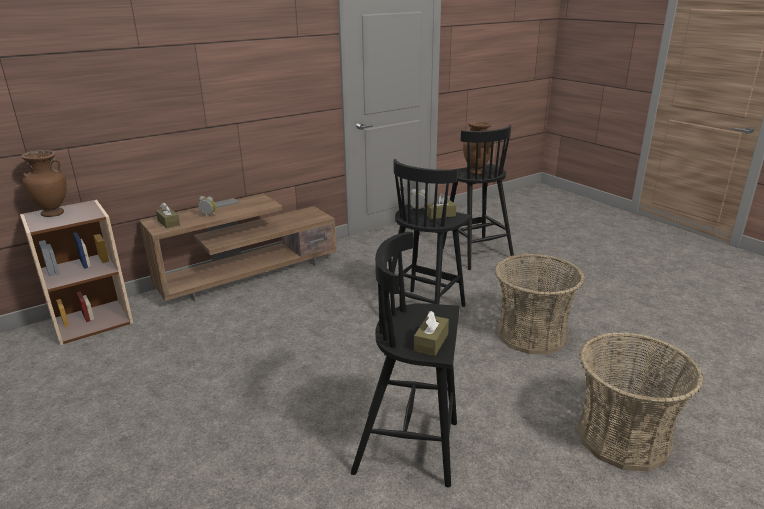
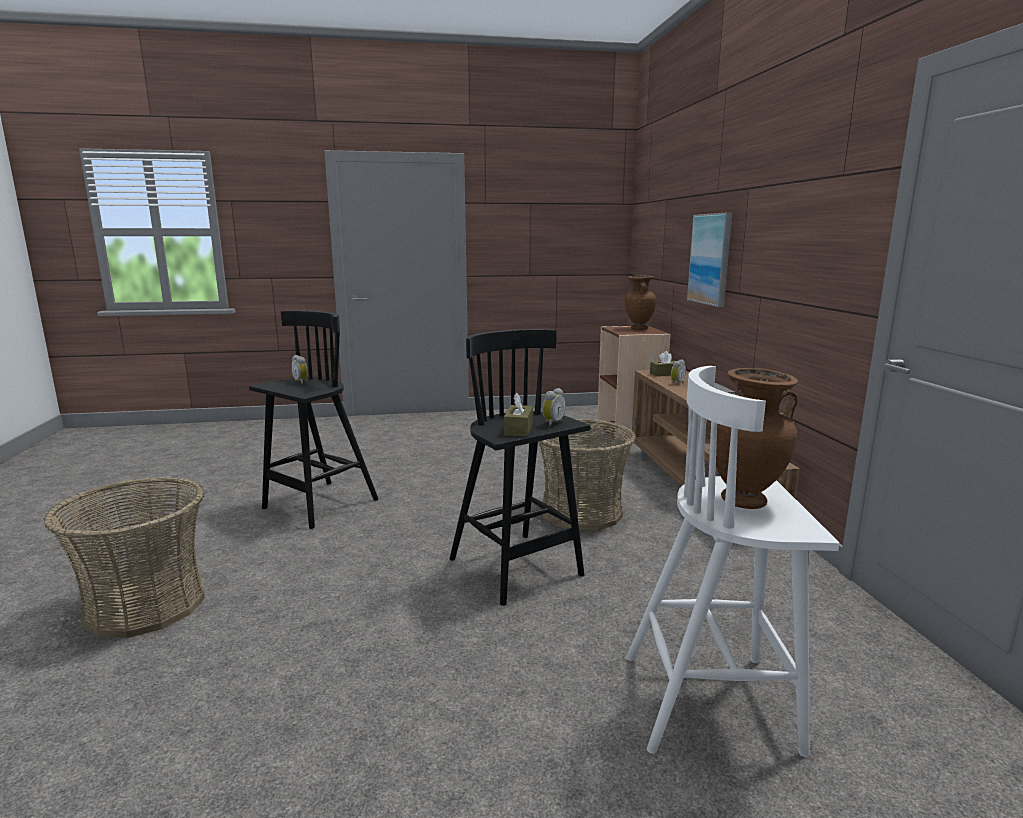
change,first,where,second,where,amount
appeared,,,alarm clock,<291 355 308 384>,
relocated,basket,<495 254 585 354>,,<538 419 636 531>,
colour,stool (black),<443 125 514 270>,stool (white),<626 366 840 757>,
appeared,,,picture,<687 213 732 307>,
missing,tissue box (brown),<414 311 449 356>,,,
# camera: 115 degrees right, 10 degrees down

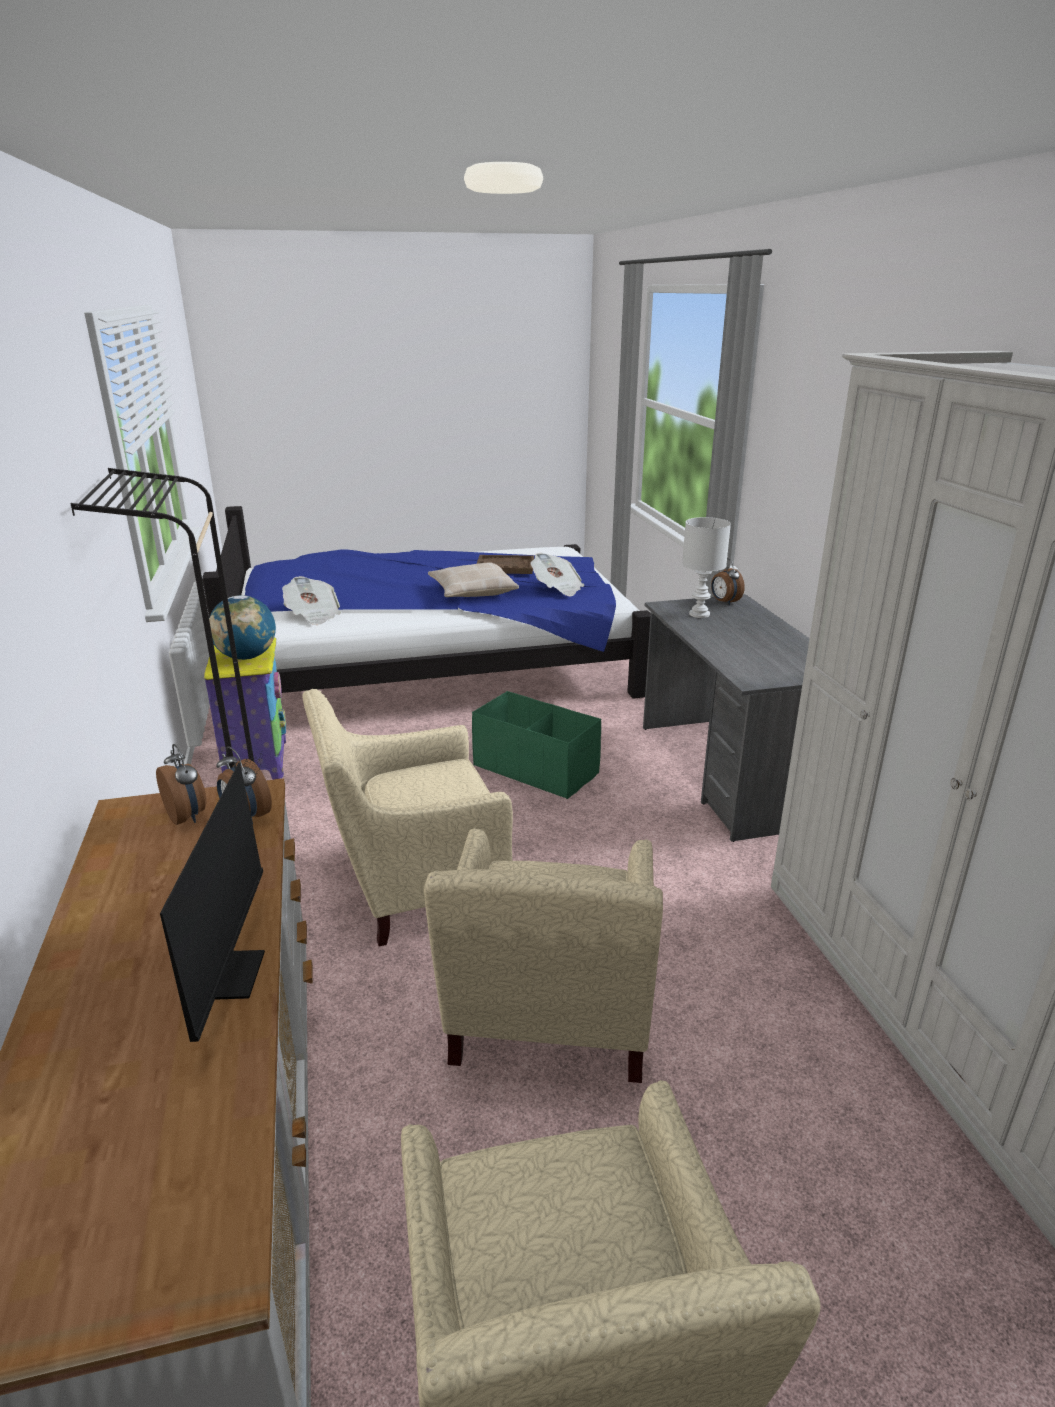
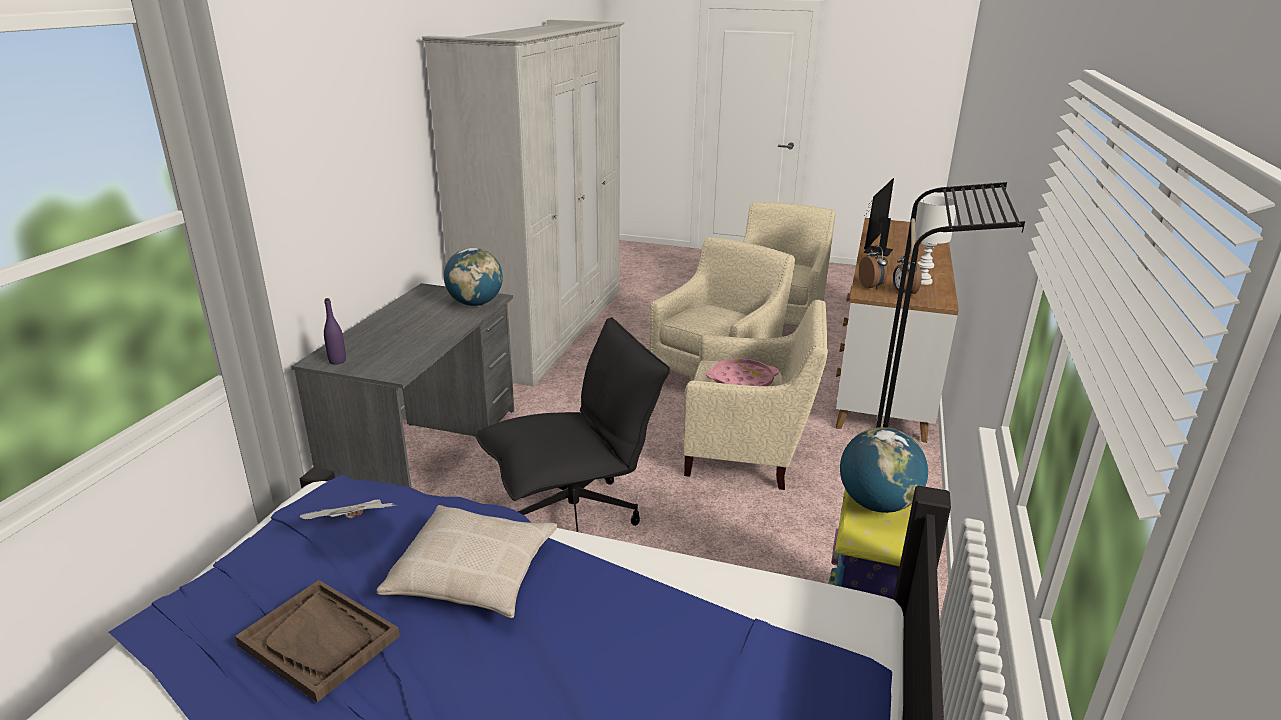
change,first,where,second,where,amount
exchanged,alarm clock,<711 558 745 605>,bottle (purple),<324 298 346 364>,
appeared,,,globe,<444 248 503 306>,
exchanged,storage box (green),<472 691 602 799>,office chair (black),<475 317 670 532>,
appeared,,,tray (pink),<706 358 779 386>,
relocated,table lamp (white),<682 517 731 618>,,<915 195 958 285>,
missing,newspaper,<282 576 341 625>,,,
# camera: 150 degrees left, 0 degrees up

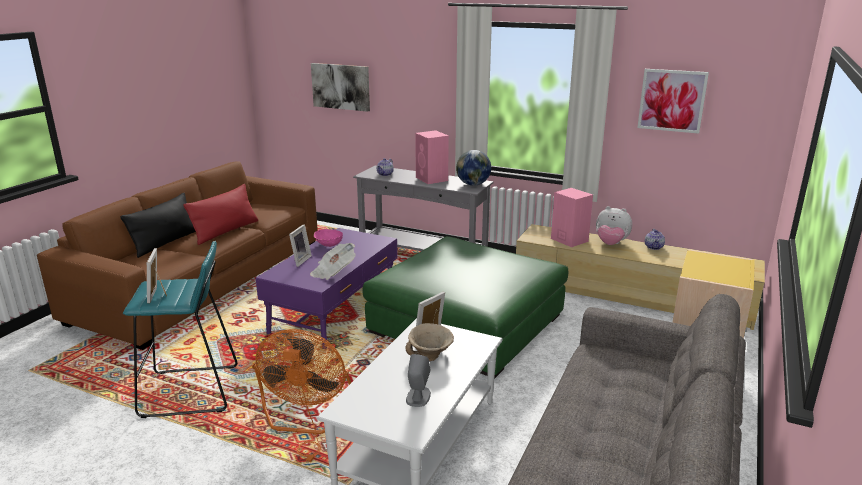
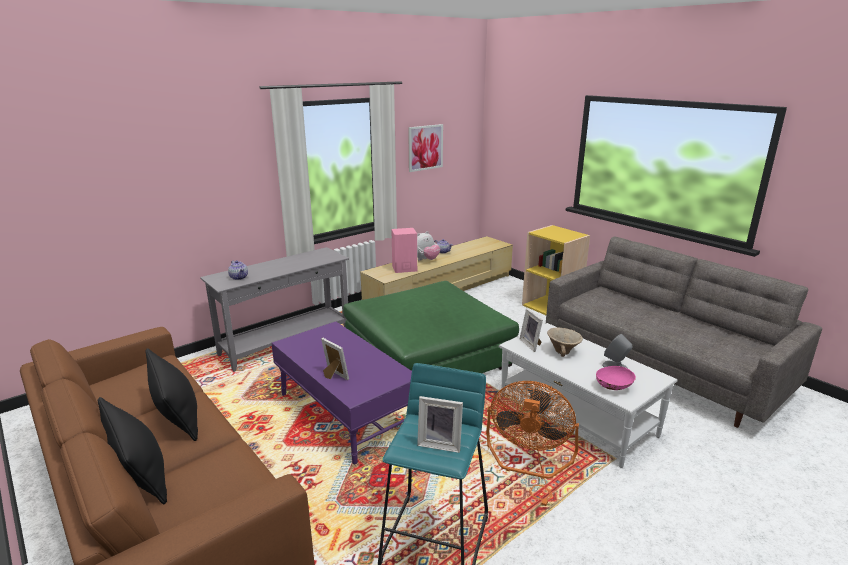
change,first,where,second,where,amount
colour,pillow (red),<184 184 258 245>,pillow (black),<145 348 198 441>,
spun,fan (orange),<252 329 351 462>,,<486 381 579 507>,75 degrees clockwise
relocated,bowl (pink),<314 229 343 247>,,<596 366 636 390>,
missing,newspaper,<310 243 356 280>,,,
missing,picture,<311 63 370 112>,,,
missing,speaker (pink),<415 130 449 184>,,,
missing,globe,<456 150 491 186>,,,
# camera: 65 degrees left, 0 degrees up

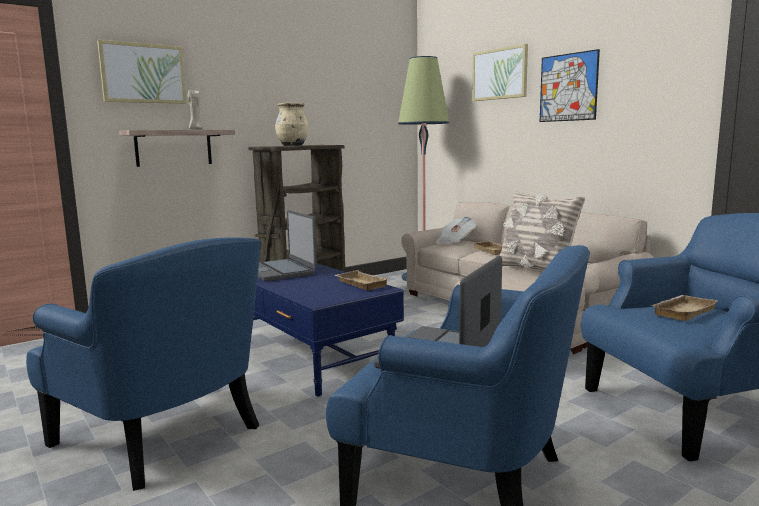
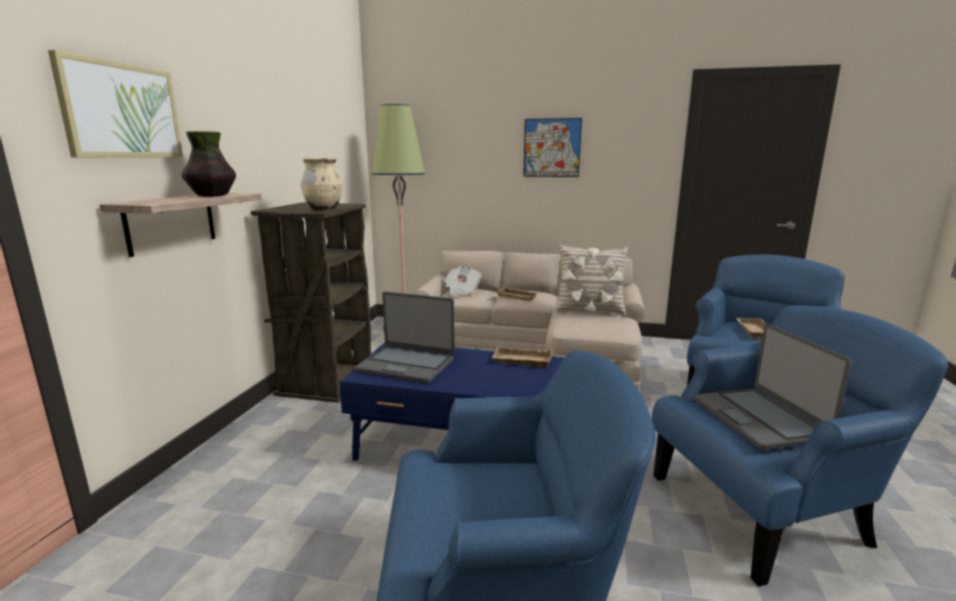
change,first,where,second,where,amount
exchanged,candle (beige),<188 89 203 130>,vase,<182 131 236 197>,
missing,picture,<472 44 528 101>,,,
# camera: 40 degrees left, 5 degrees up

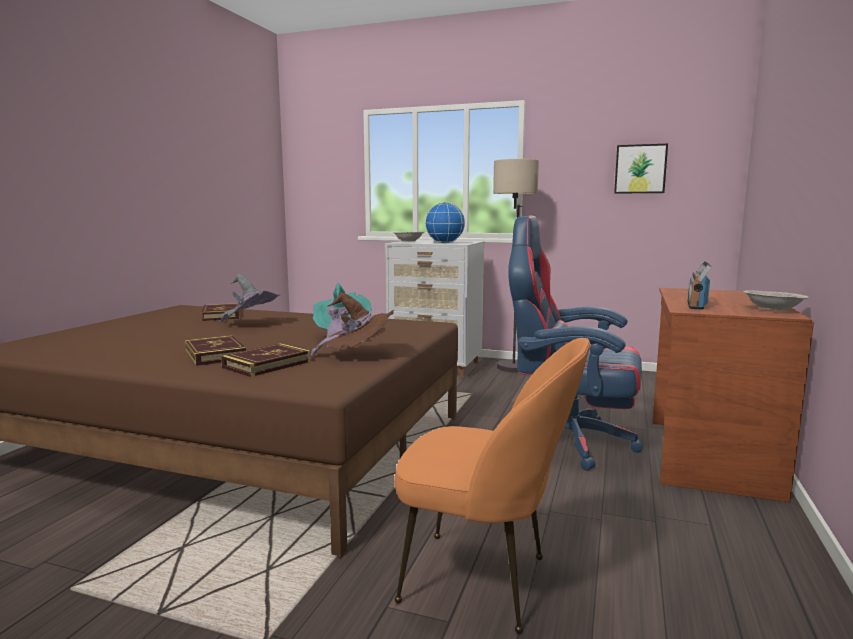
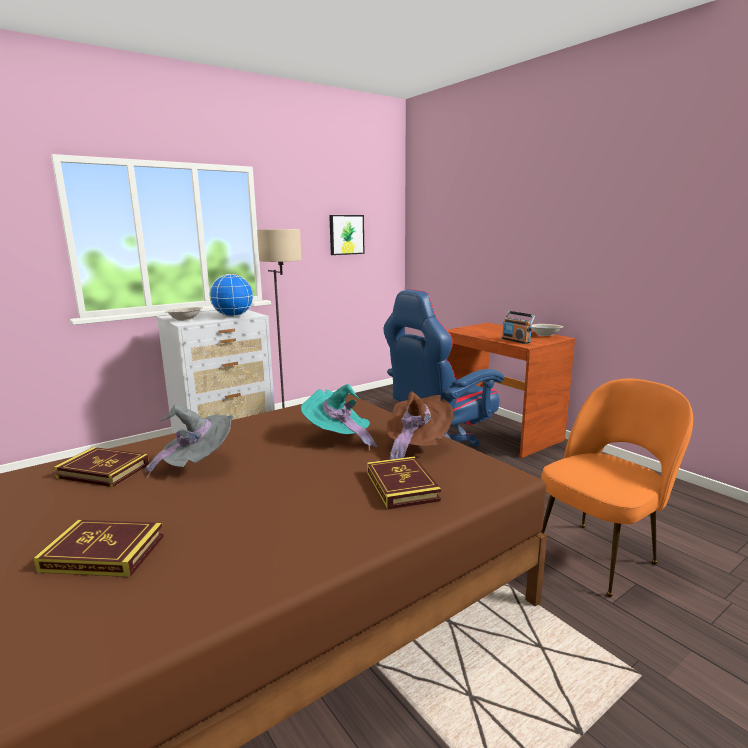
change,first,where,second,where,amount
relocated,book,<185 335 246 366>,,<34 520 164 577>,
# camera: 55 degrees left, 5 degrees up

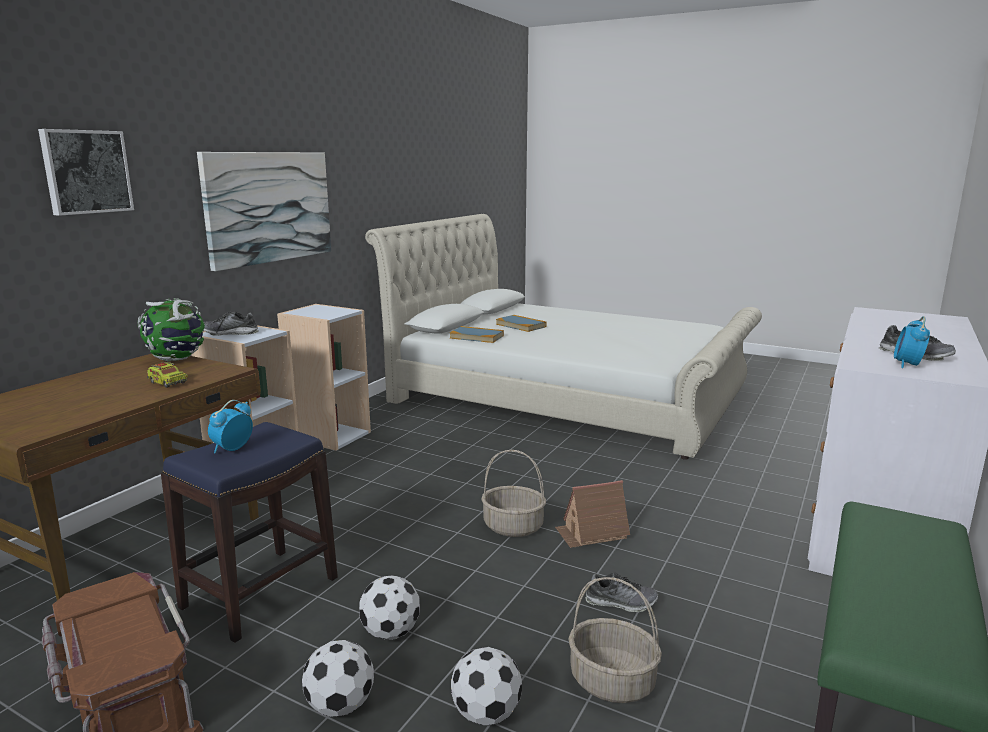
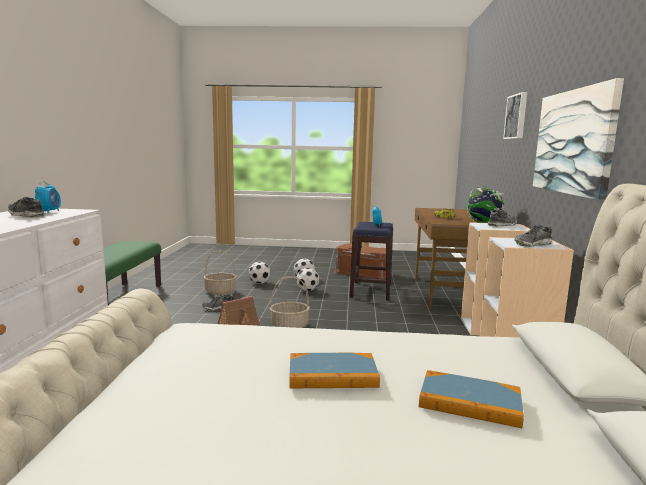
change,first,where,second,where,amount
relocated,book,<450 326 504 343>,,<289 353 380 388>,
appeared,,,shoe,<514 225 552 247>,
# camera: 155 degrees right, 5 degrees down

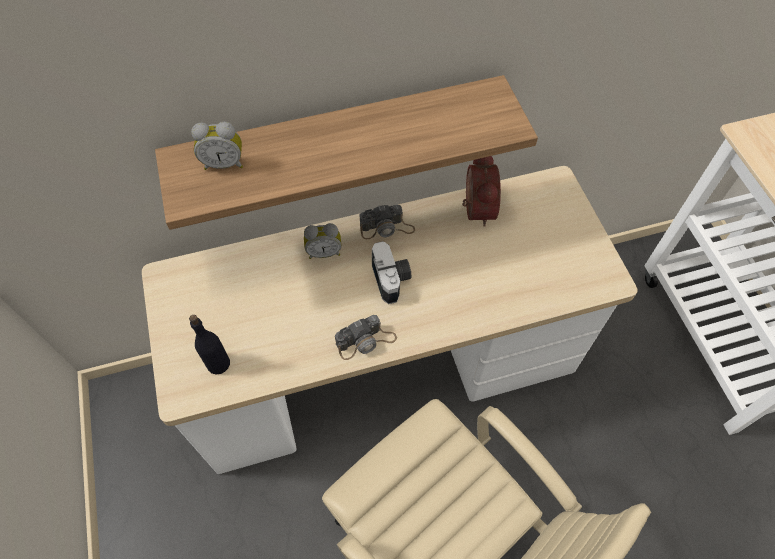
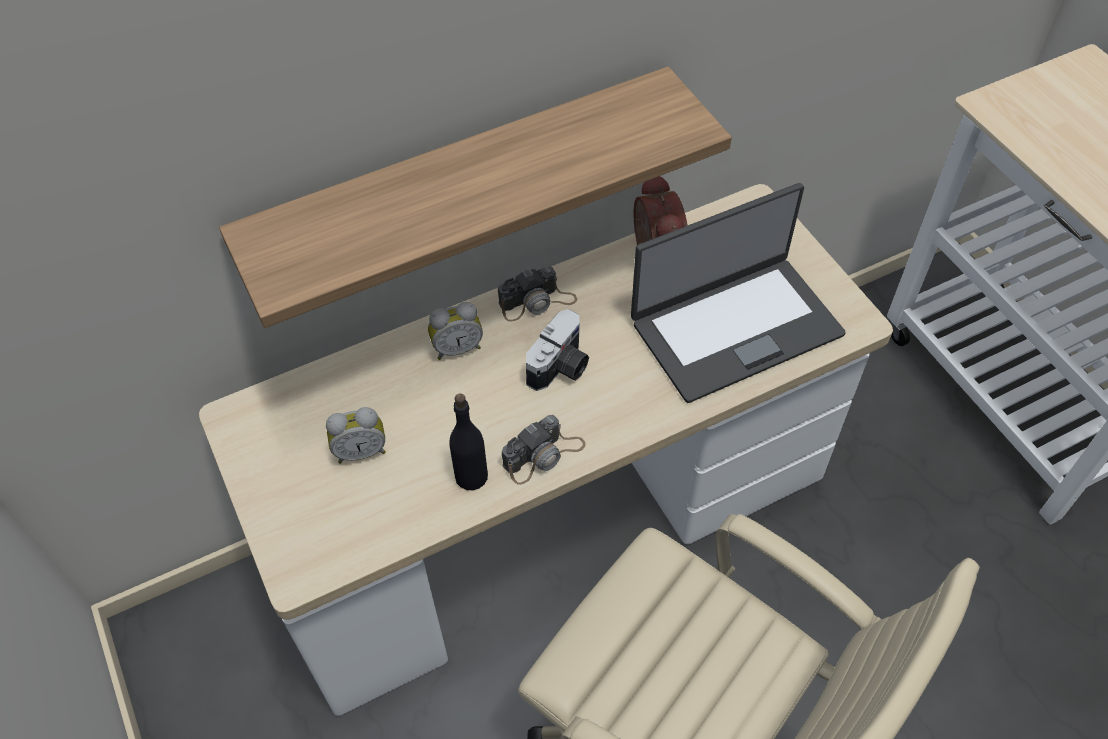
change,first,where,second,where,amount
relocated,alarm clock,<191 122 243 170>,,<326 407 386 464>,
relocated,bottle (black),<189 315 230 374>,,<449 394 488 490>,
spun,photo camera,<372 241 412 304>,,<526 309 589 391>,60 degrees clockwise
appeared,,,laptop,<631 183 846 403>,
# camera: 10 degrees left, 5 degrees down

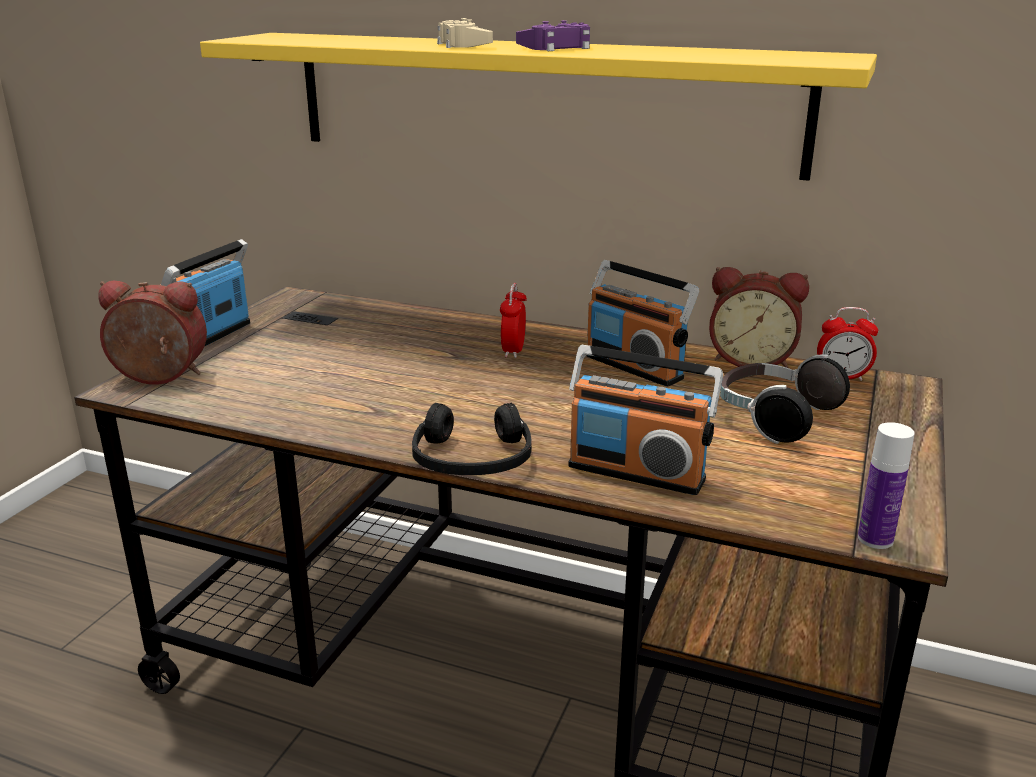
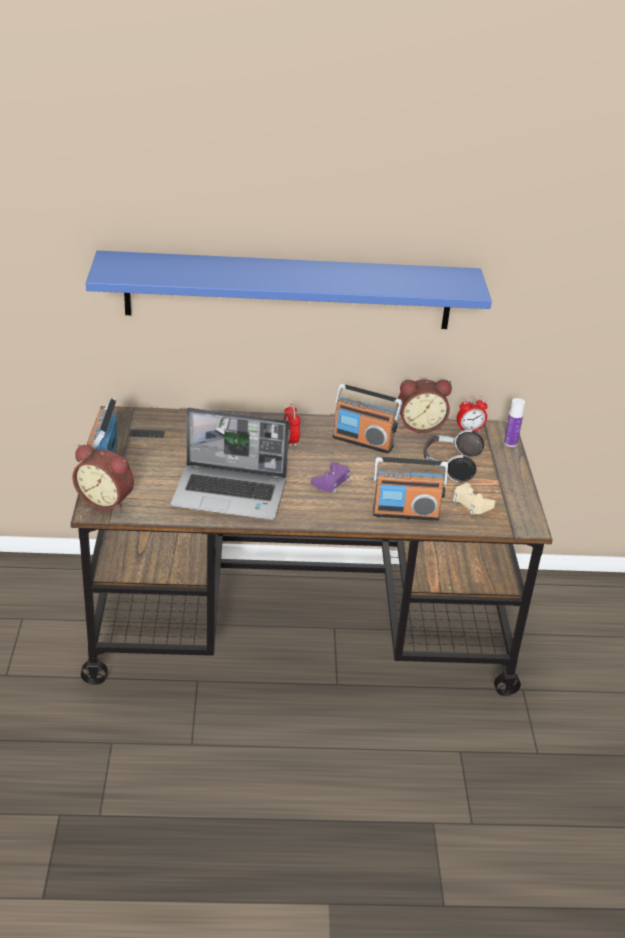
change,first,where,second,where,amount
spun,alarm clock,<98 280 207 385>,,<72 445 134 511>,135 degrees counterclockwise
colour,shelf (yellow),<200 33 877 181>,shelf (blue),<86 251 492 329>,
appeared,,,laptop,<171 408 290 520>,
relocated,game controller (purple),<516 20 590 51>,,<311 462 350 493>,
relocated,game controller (beige),<437 18 493 48>,,<452 483 495 515>,
relocated,bottle,<858 422 915 549>,,<504 398 525 447>,
missing,headphones (black),<412 403 531 475>,,,
# camera: 25 degrees left, 10 degrees up

